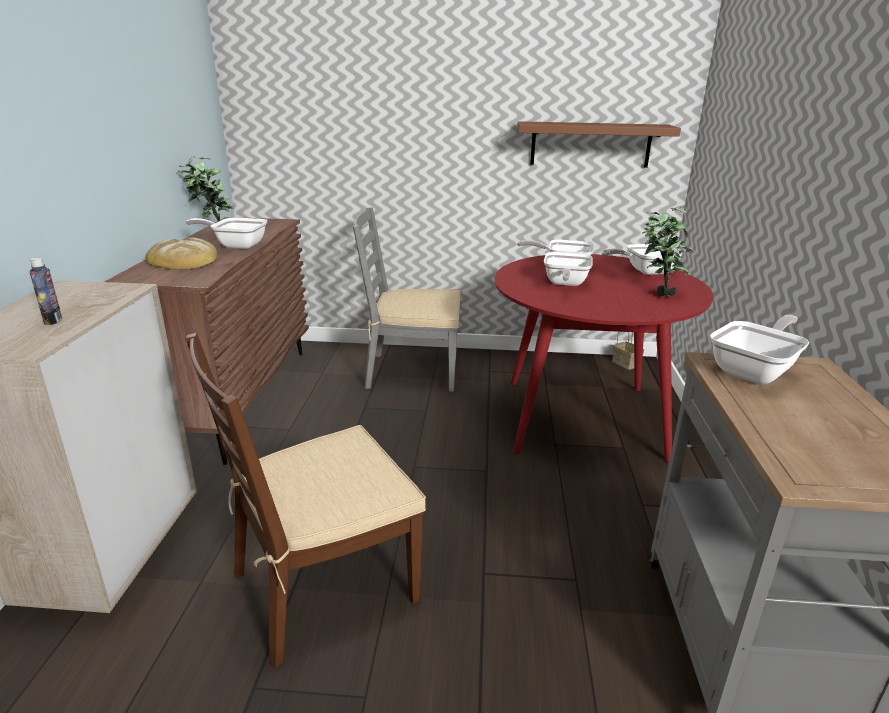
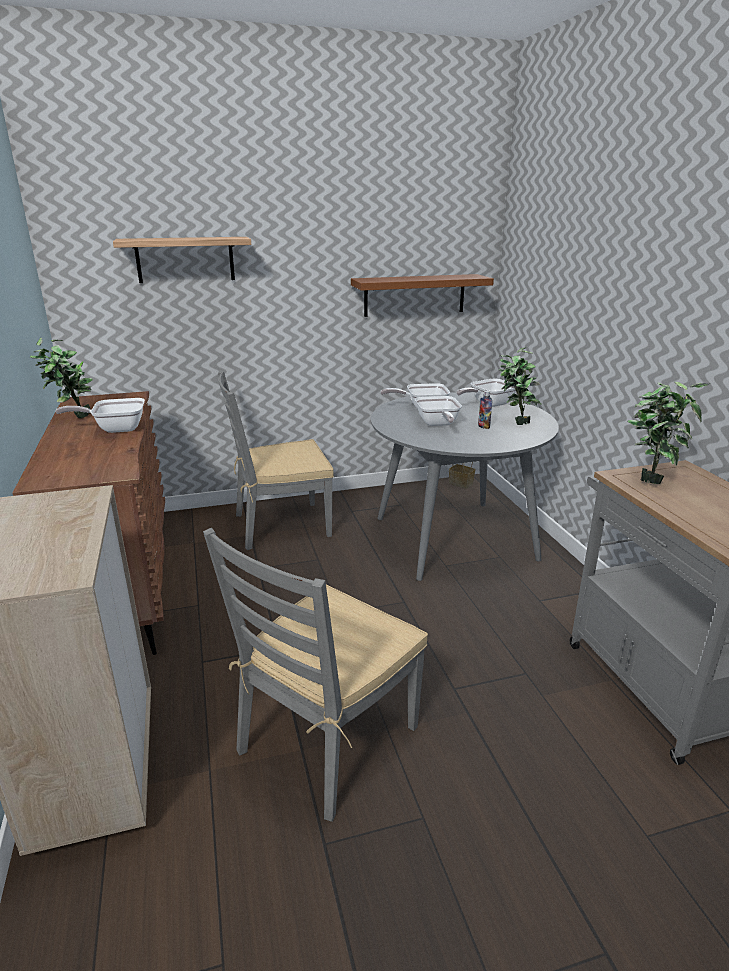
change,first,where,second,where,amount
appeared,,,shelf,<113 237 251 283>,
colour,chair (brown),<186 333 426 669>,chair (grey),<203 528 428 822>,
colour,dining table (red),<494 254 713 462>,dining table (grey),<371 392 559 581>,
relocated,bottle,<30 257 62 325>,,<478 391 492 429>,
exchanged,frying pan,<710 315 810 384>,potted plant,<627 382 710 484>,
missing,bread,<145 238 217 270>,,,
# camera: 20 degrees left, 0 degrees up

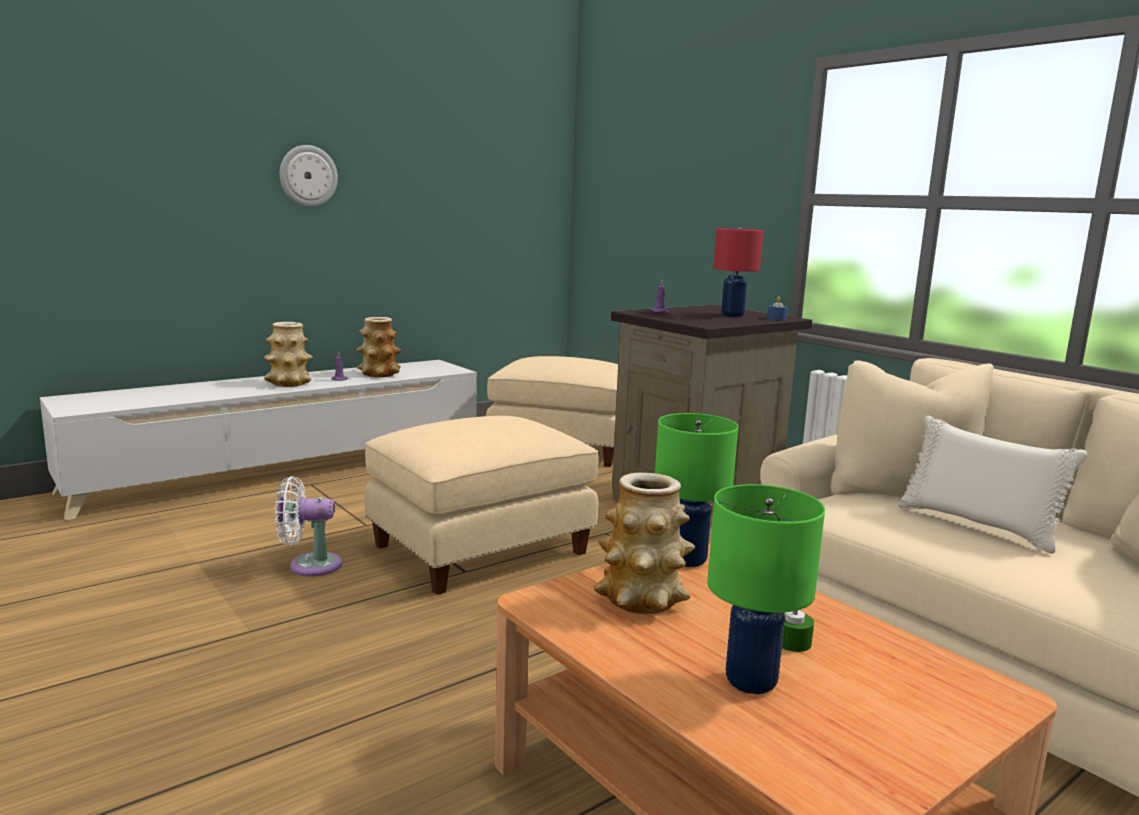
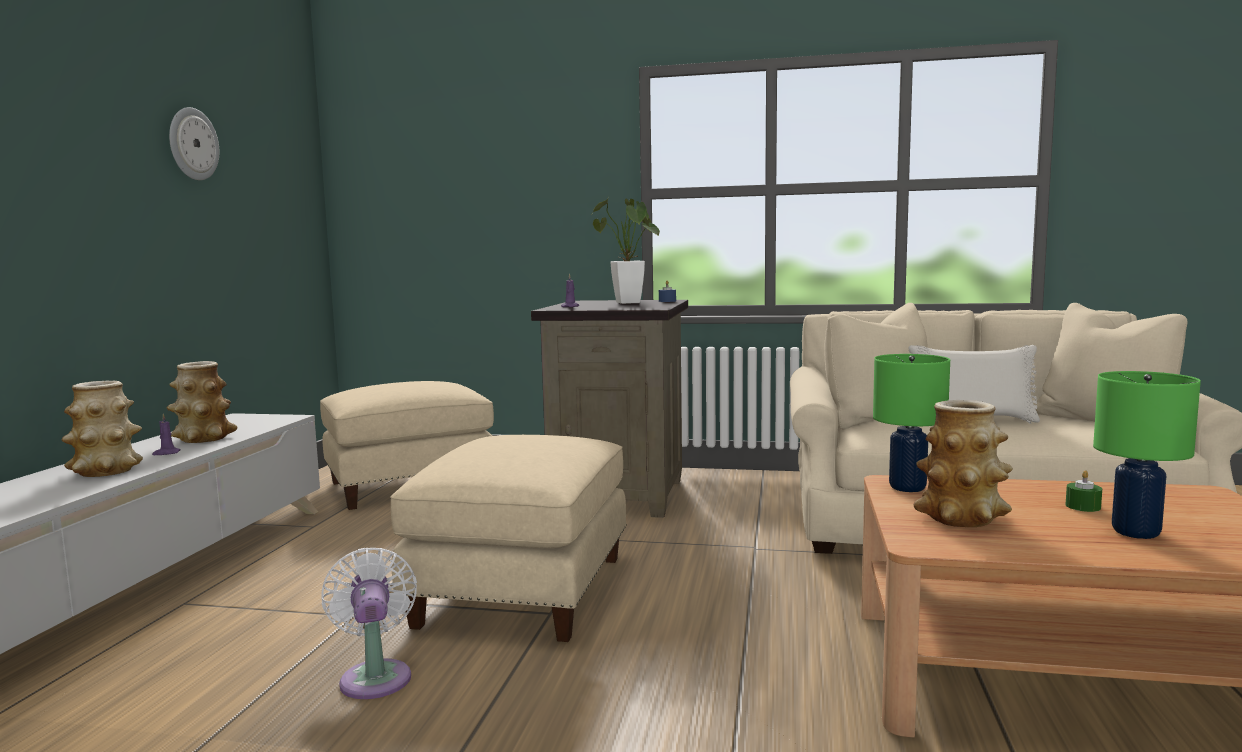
change,first,where,second,where,amount
relocated,wall clock,<280 145 338 207>,,<169 107 219 180>,
spun,fan (white),<275 476 342 577>,,<322 548 417 699>,120 degrees clockwise
exchanged,table lamp (red),<713 227 763 317>,potted plant,<592 196 660 304>,
# camera: 40 degrees left, 5 degrees down

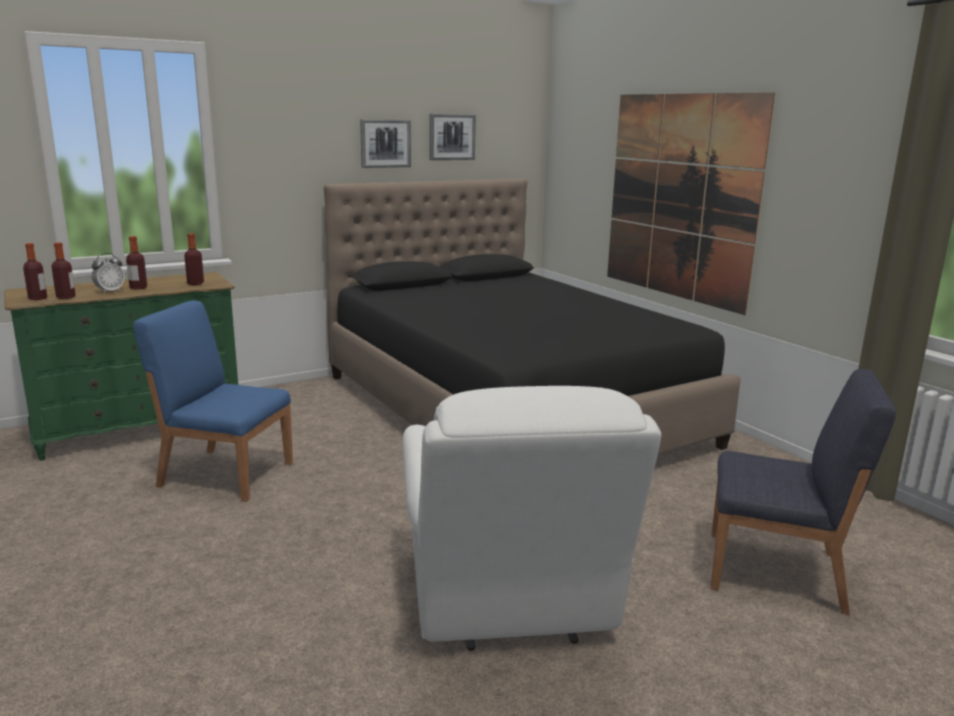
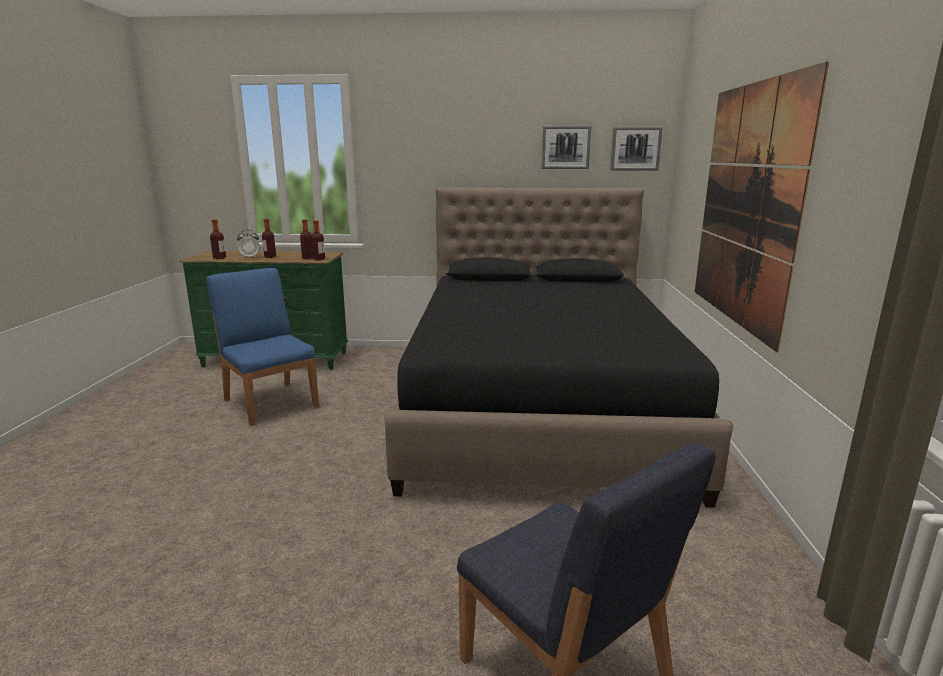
change,first,where,second,where,amount
relocated,bottle,<23 243 47 300>,,<311 220 325 260>,
relocated,picture,<360 119 411 168>,,<610 127 663 170>,
missing,armchair (white),<402 386 661 650>,,,
# camera: 35 degrees right, 0 degrees up

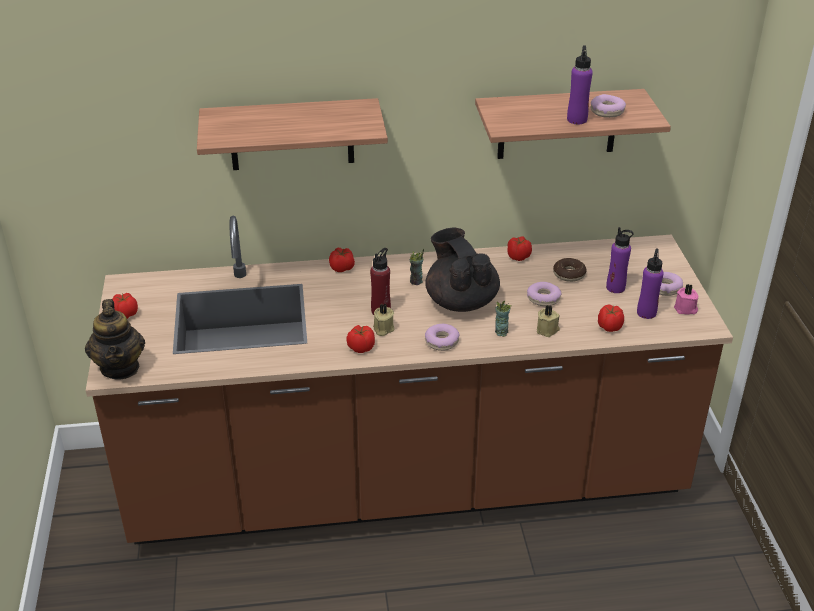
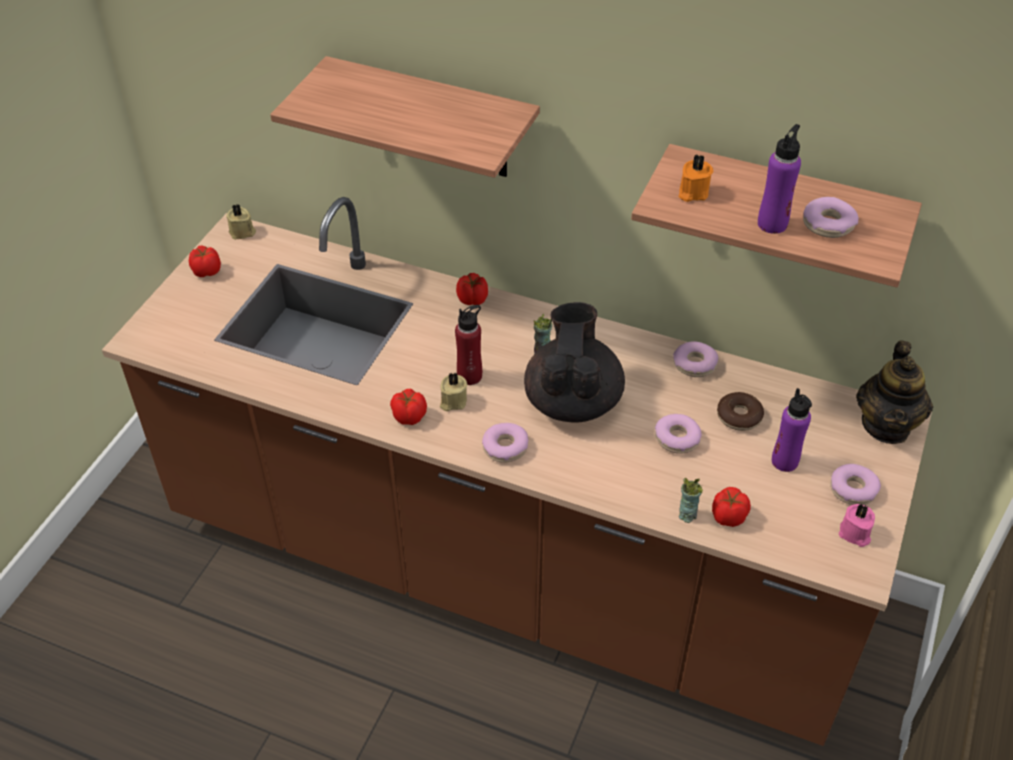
change,first,where,second,where,amount
relocated,candle (beige),<537 305 560 337>,,<226 204 256 240>,
exchanged,tomato,<507 236 532 261>,donut,<673 341 719 377>,
appeared,,,candle (orange),<679 154 713 202>,
relocated,cup,<495 301 511 337>,,<679 478 703 523>,
relocated,teapot,<85 299 145 380>,,<856 340 933 444>,
missing,bottle (purple),<637 248 664 319>,,,
# camera: 30 degrees right, 10 degrees up

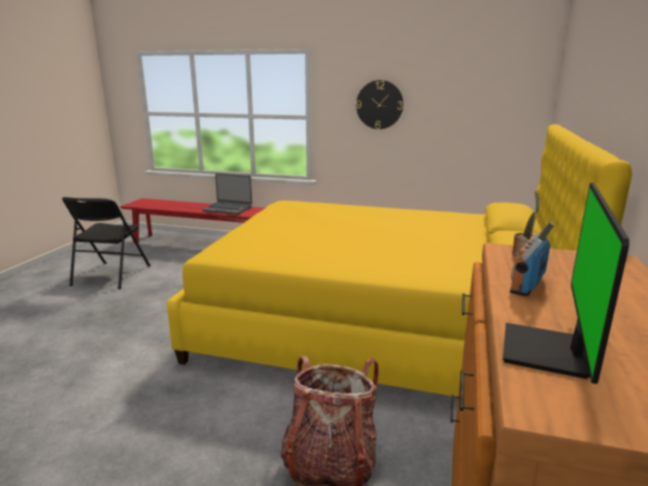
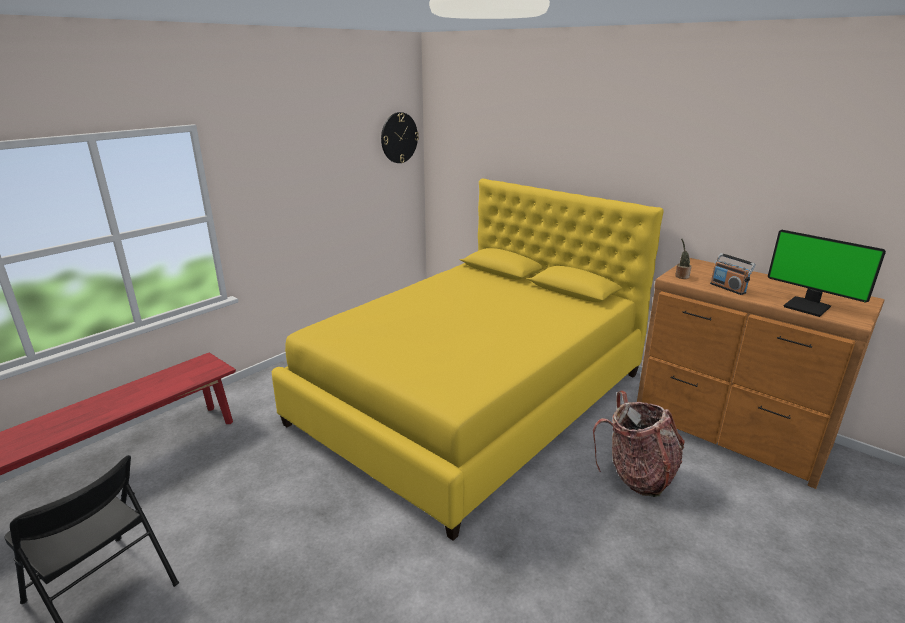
change,first,where,second,where,amount
relocated,wall clock,<356 80 403 129>,,<381 112 419 163>,
missing,laptop,<202 173 252 215>,,,
# camera: 65 degrees left, 5 degrees up

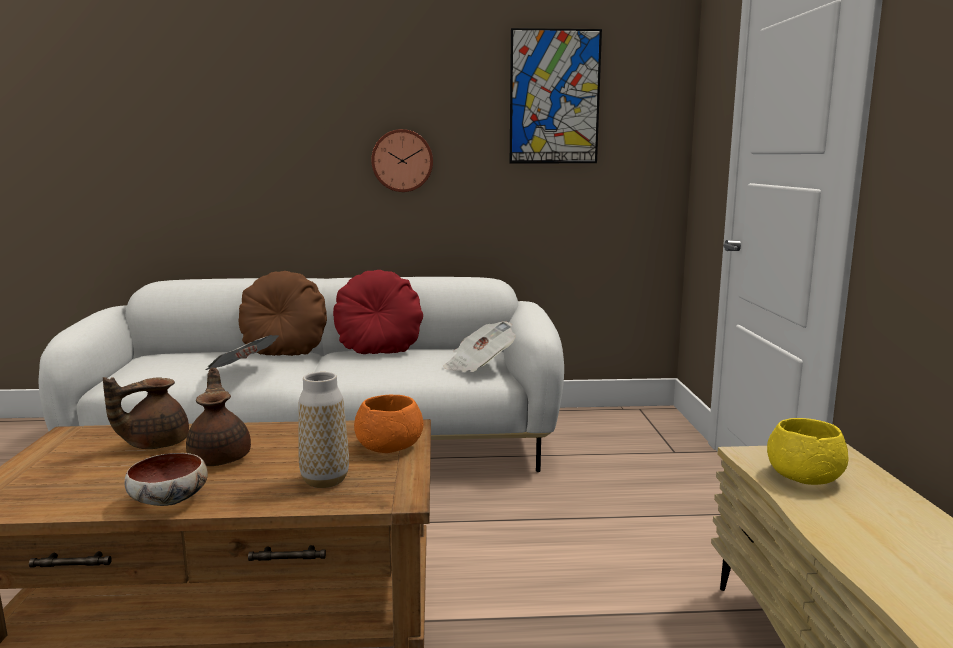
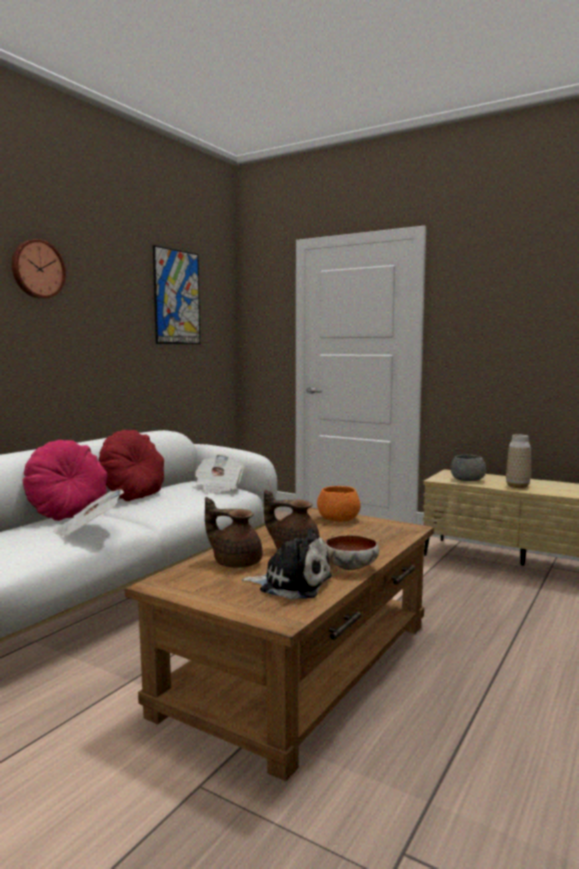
change,first,where,second,where,amount
relocated,wall clock,<371 129 433 192>,,<12 239 66 299>,
colour,pillow (brown),<239 271 327 356>,pillow (pink),<23 440 107 521>,
spun,teapot (brown),<103 377 189 449>,,<205 497 262 568>,120 degrees clockwise
appeared,,,plush toy,<241 528 332 599>,
colour,bowl (yellow),<767 418 848 485>,bowl (grey),<451 455 486 481>,
relocated,vase,<298 372 349 488>,,<506 434 531 488>,
# camera: 55 degrees left, 5 degrees down

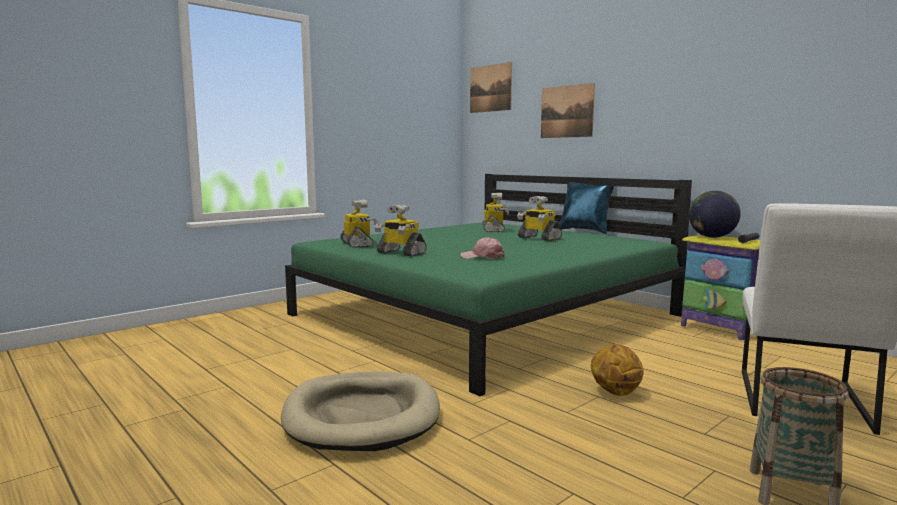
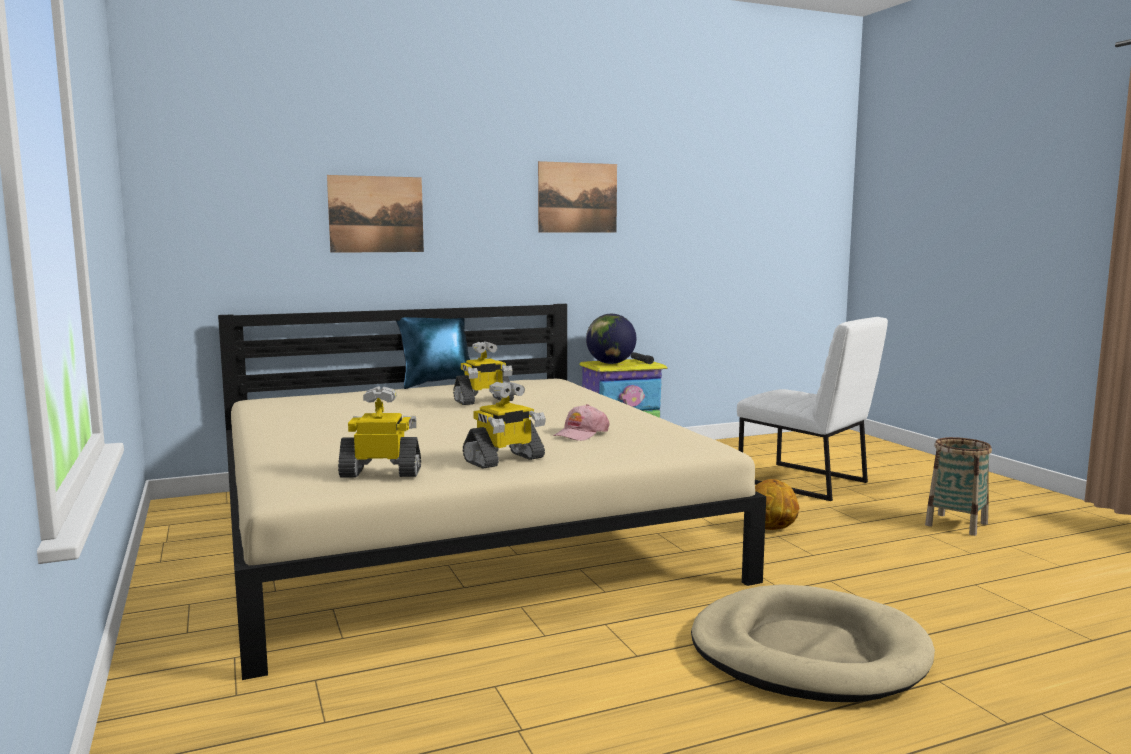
change,first,where,second,where,amount
colour,bed (green),<285 174 692 396>,bed (beige),<218 304 766 680>,
relocated,picture,<470 62 512 113>,,<538 161 617 233>,
missing,toy robot,<483 193 509 232>,,,
# camera: 70 degrees left, 0 degrees up

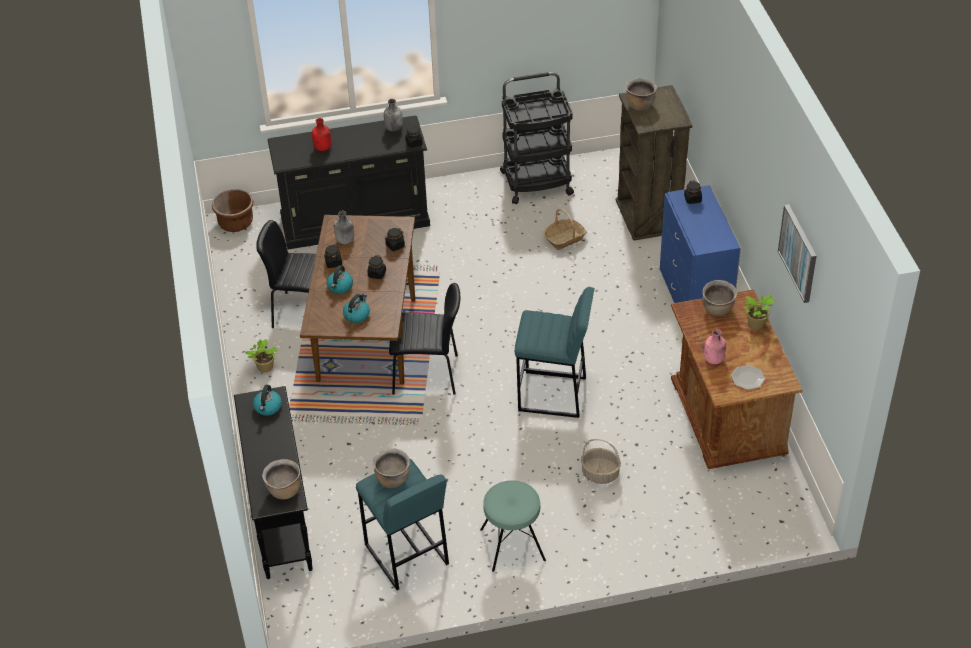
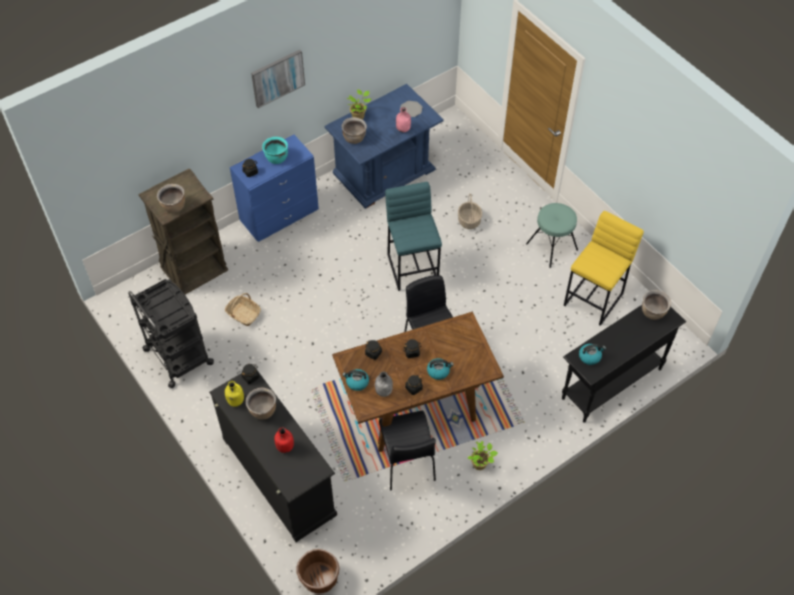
change,first,where,second,where,amount
colour,bottle (grey),<384 99 403 132>,bottle (yellow),<225 381 244 407>,
relocated,cooking pot (brown),<372 448 410 488>,,<246 388 276 420>,
relocated,picture,<778 204 816 303>,,<251 50 305 108>,
appeared,,,cooking pot (turquoise),<262 137 288 164>,
colour,cabinet (brown),<671 289 802 469>,cabinet (blue),<325 84 444 209>,
relocated,kettle,<343 294 370 323>,,<342 369 369 391>,
colour,stool (turquoise),<356 459 449 590>,stool (yellow),<564 211 644 326>,
# camera: 115 degrees left, 10 degrees up

